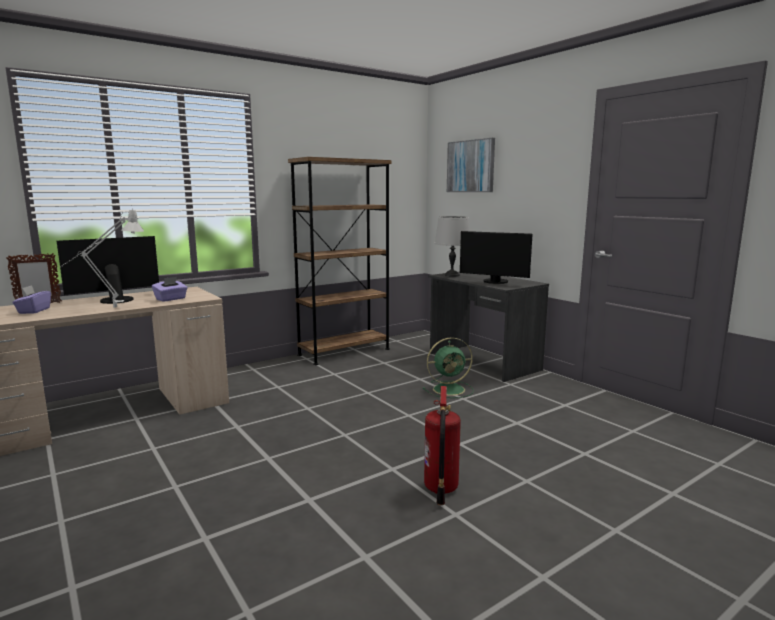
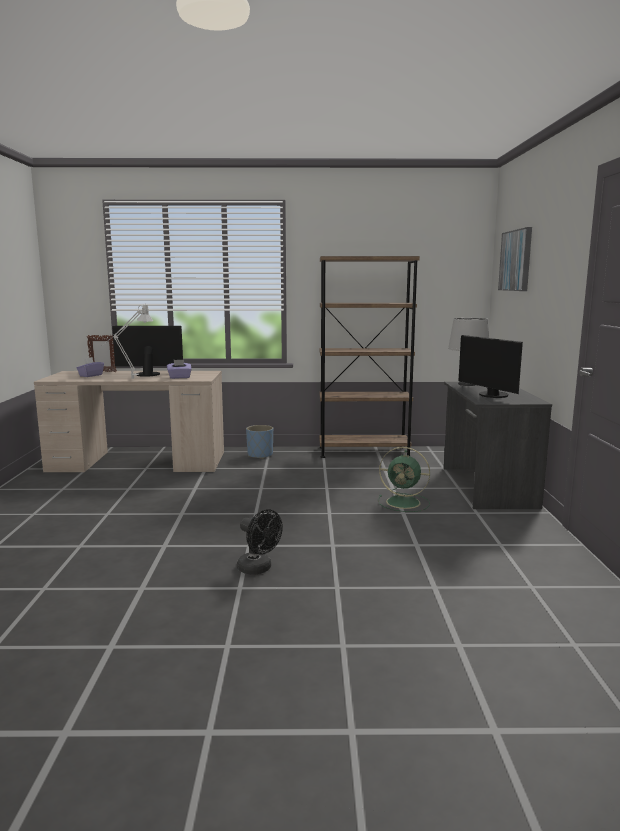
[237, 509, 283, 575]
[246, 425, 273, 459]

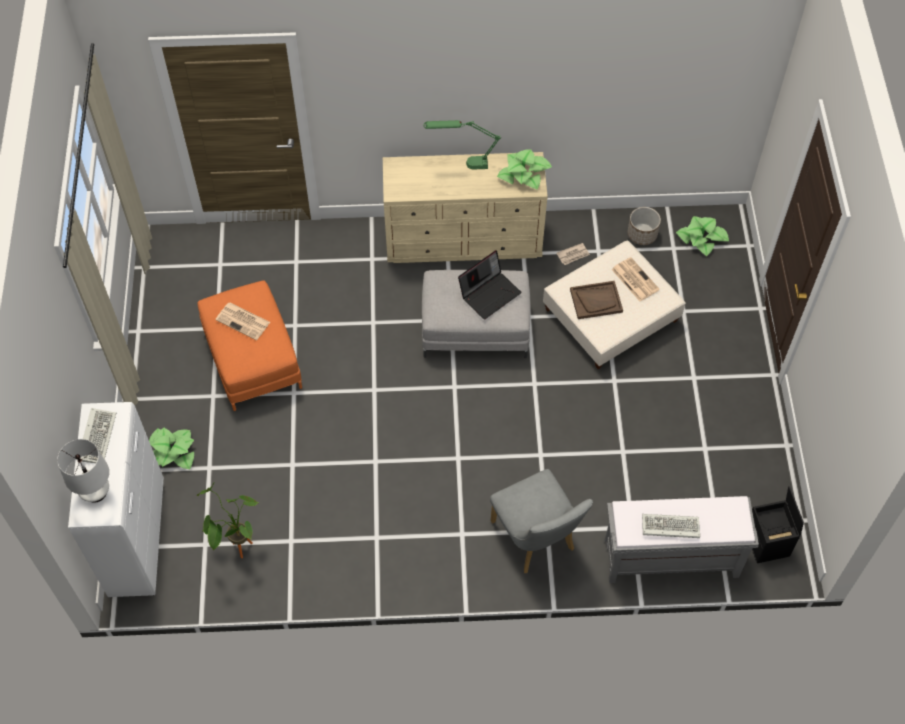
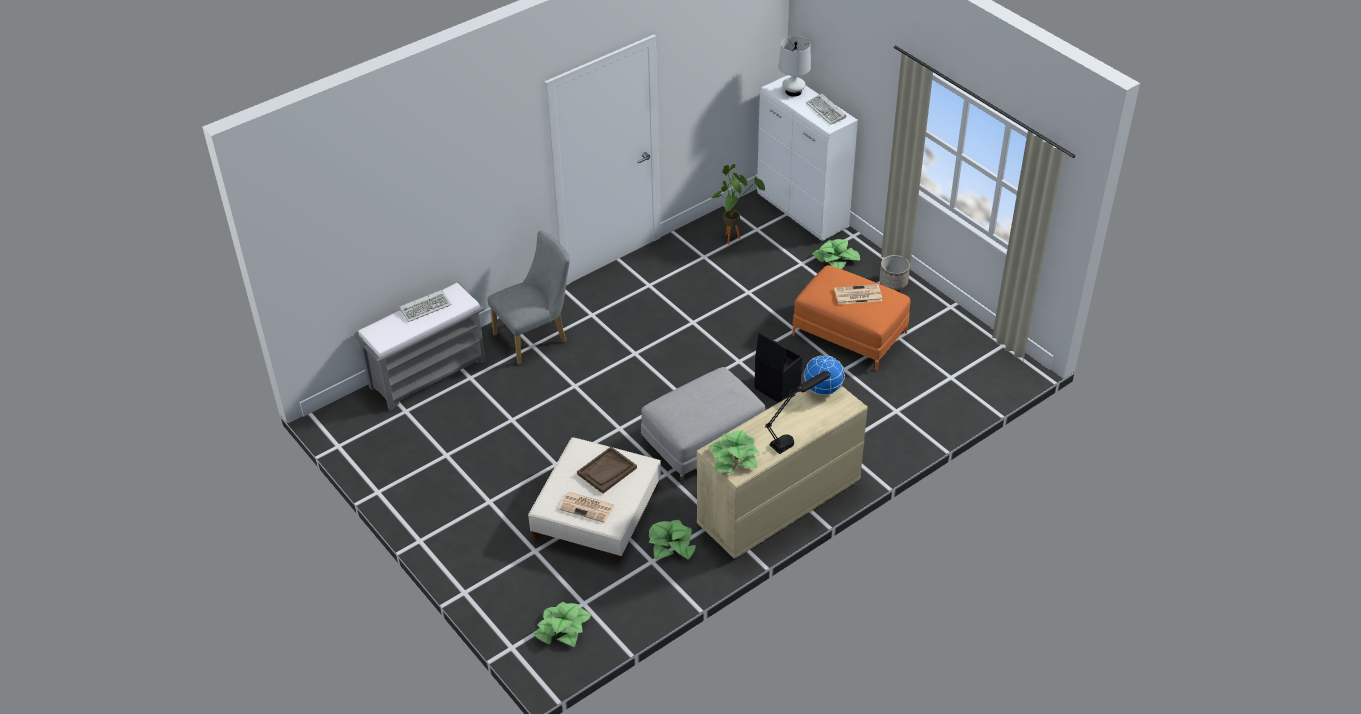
[765, 371, 831, 454]
[879, 255, 910, 290]
[649, 520, 696, 560]
[458, 250, 522, 319] (first image)
[488, 230, 570, 364]
[754, 333, 802, 403]
[804, 355, 845, 395]

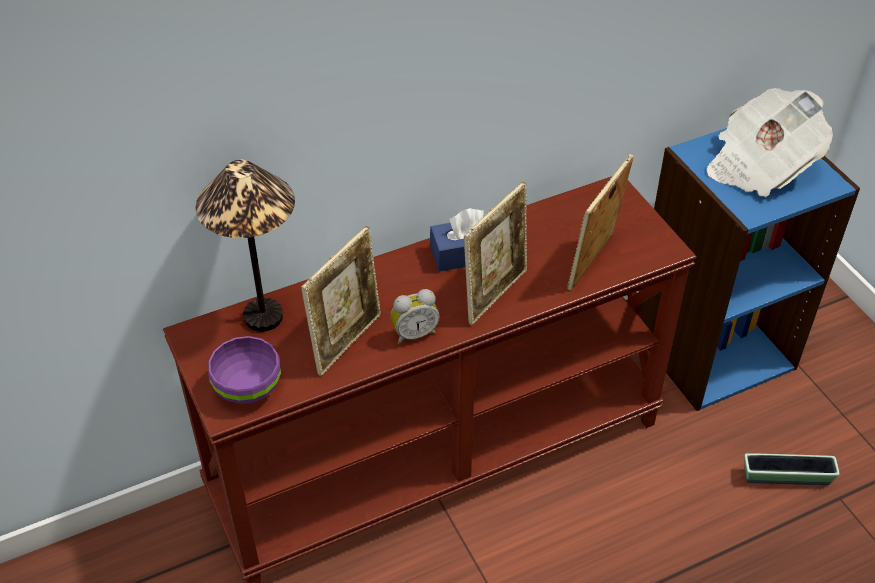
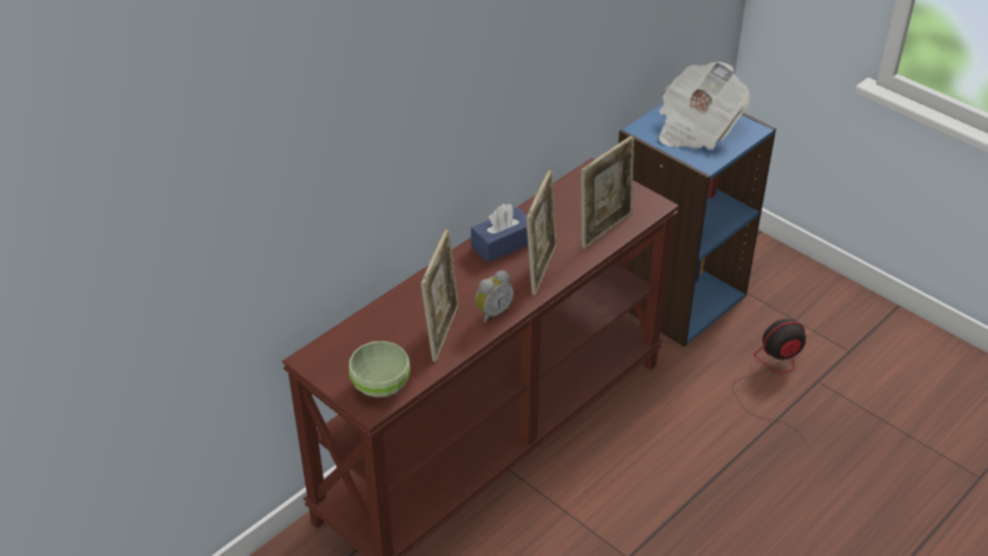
[581, 136, 634, 249]
[196, 160, 295, 332] (first image)
[349, 341, 410, 398]
[732, 319, 806, 443]

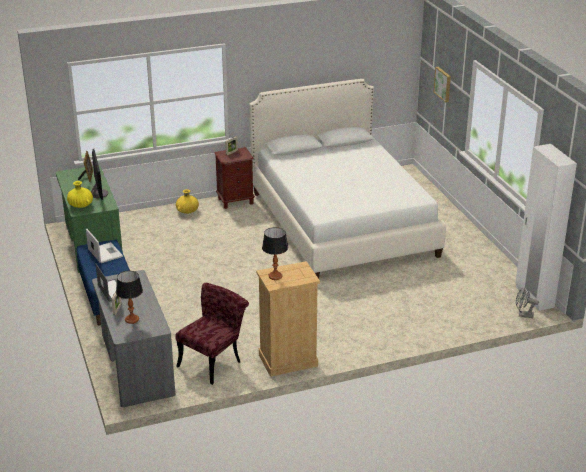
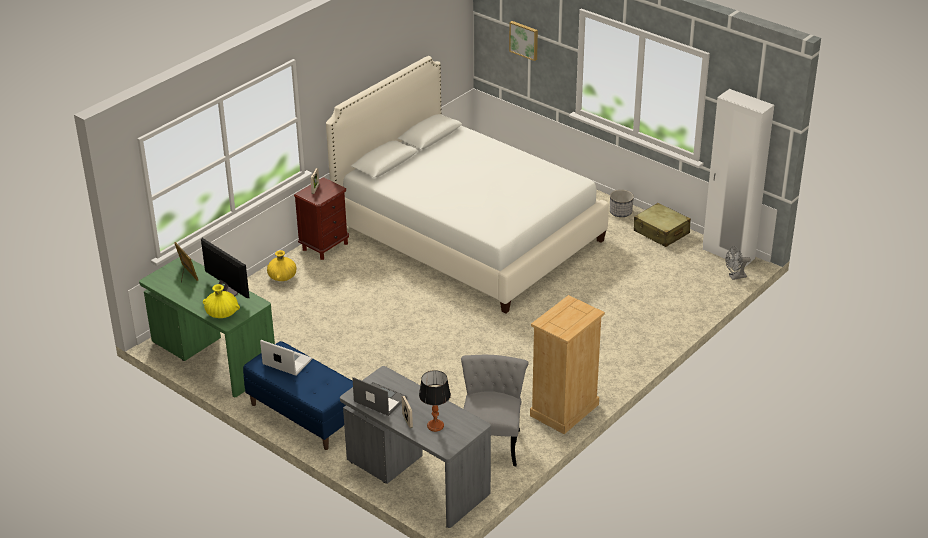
[262, 227, 288, 280] (first image)
[461, 355, 529, 466]
[610, 190, 634, 217]
[634, 203, 691, 247]

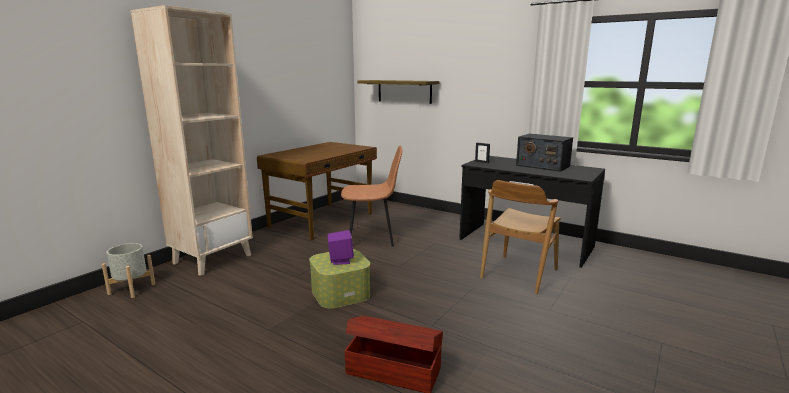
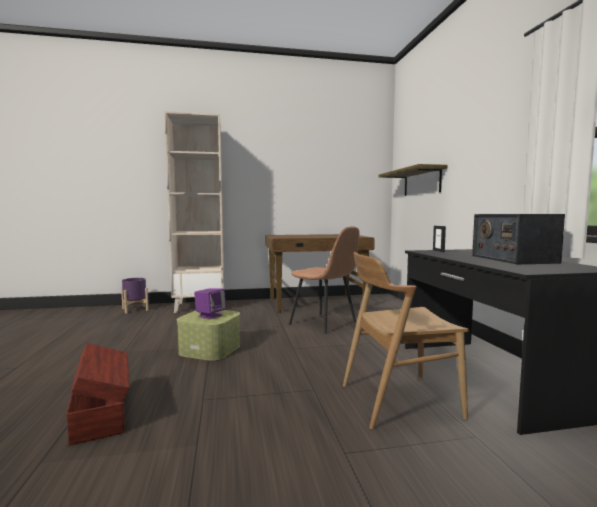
[121, 278, 149, 314]

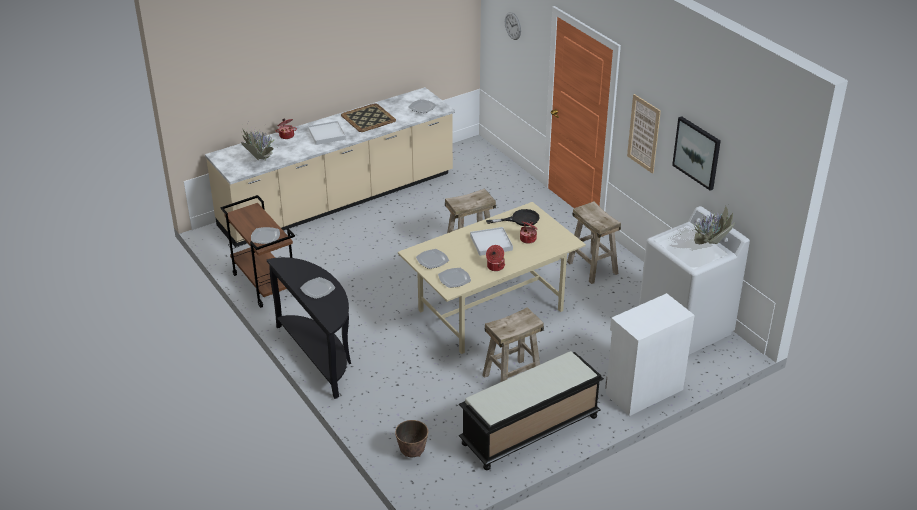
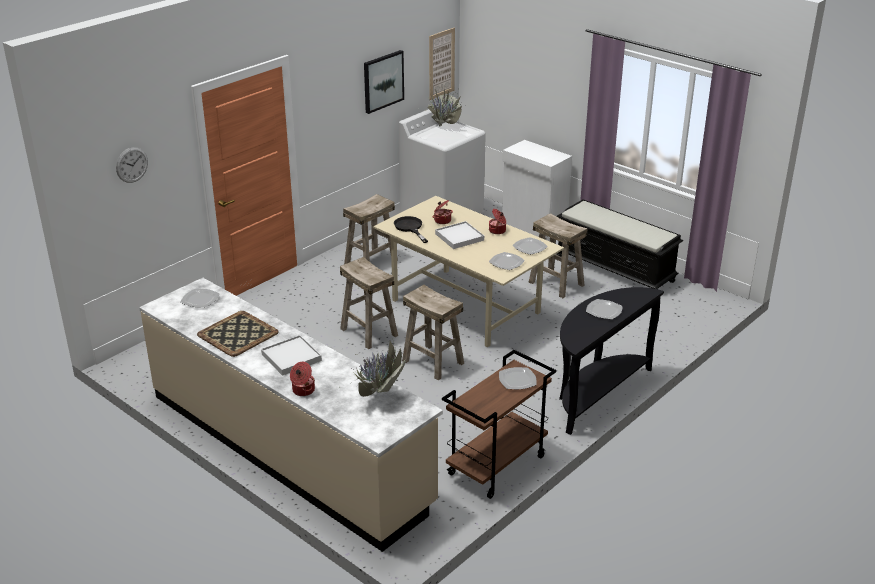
[429, 28, 455, 100]
[395, 420, 428, 457] (first image)
[402, 285, 464, 381]

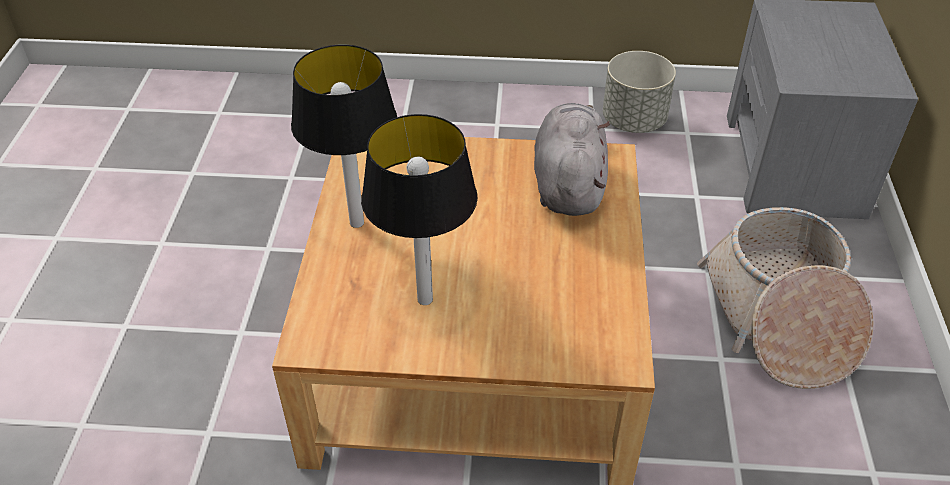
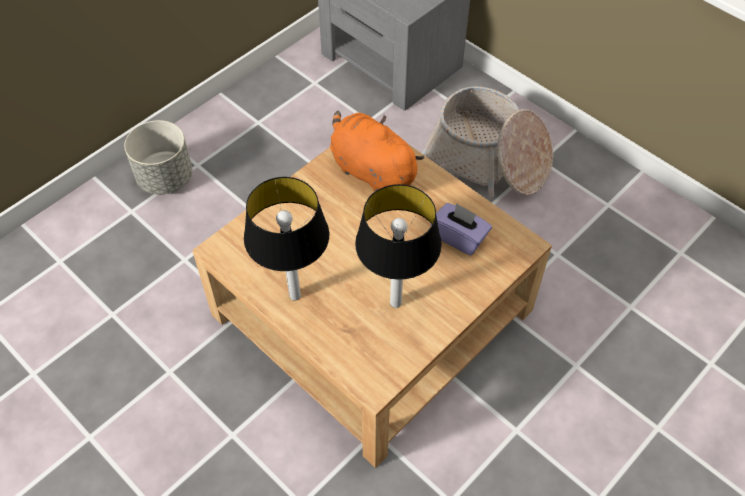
[124, 120, 192, 195]
[330, 111, 424, 192]
[431, 203, 492, 255]

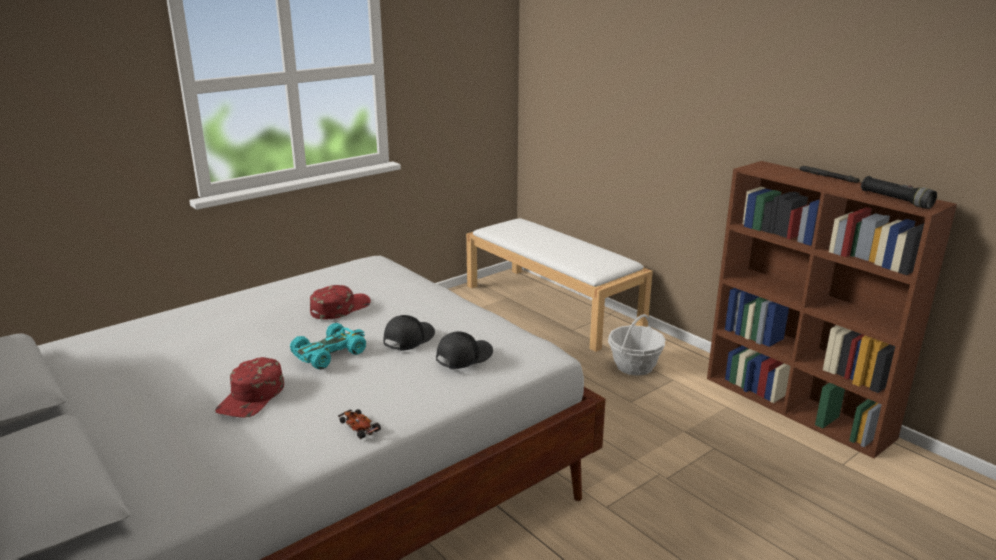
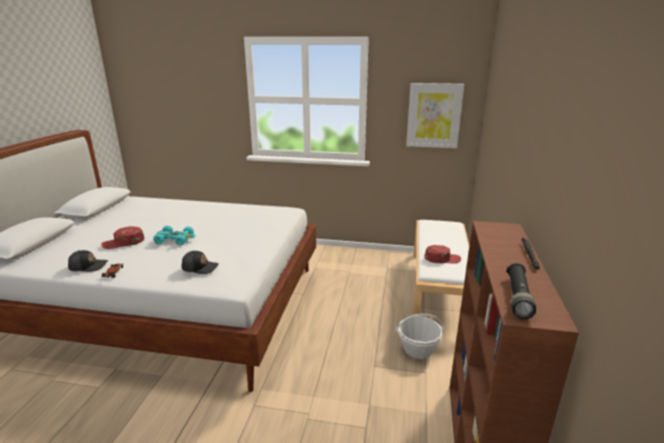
[425, 245, 461, 264]
[68, 250, 108, 272]
[406, 83, 464, 148]

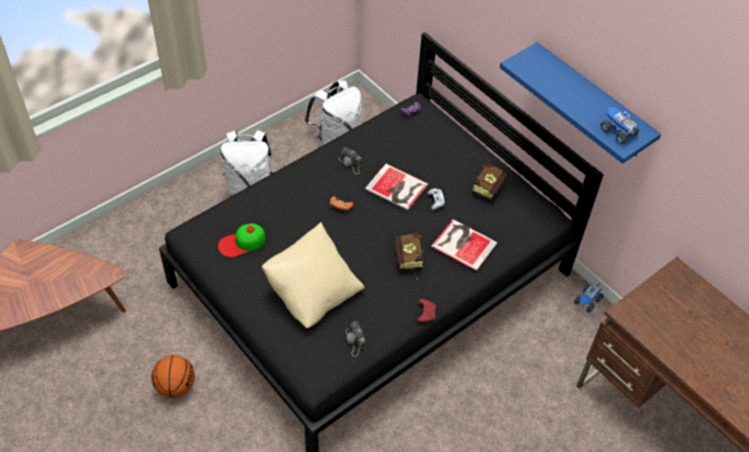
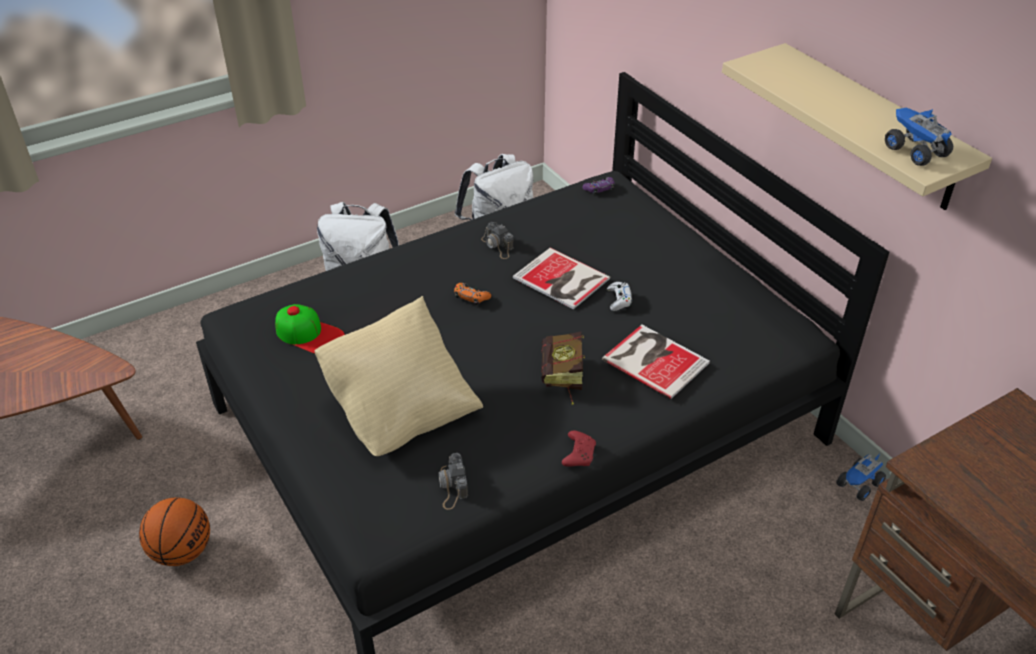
[722, 43, 992, 210]
[472, 162, 508, 200] (first image)
[275, 304, 345, 354]

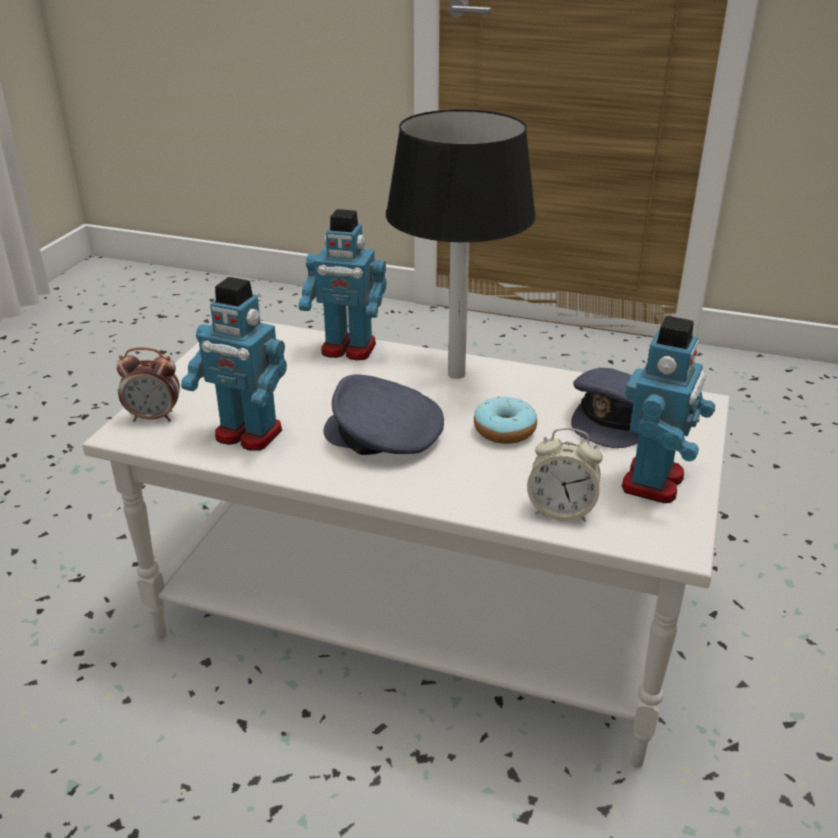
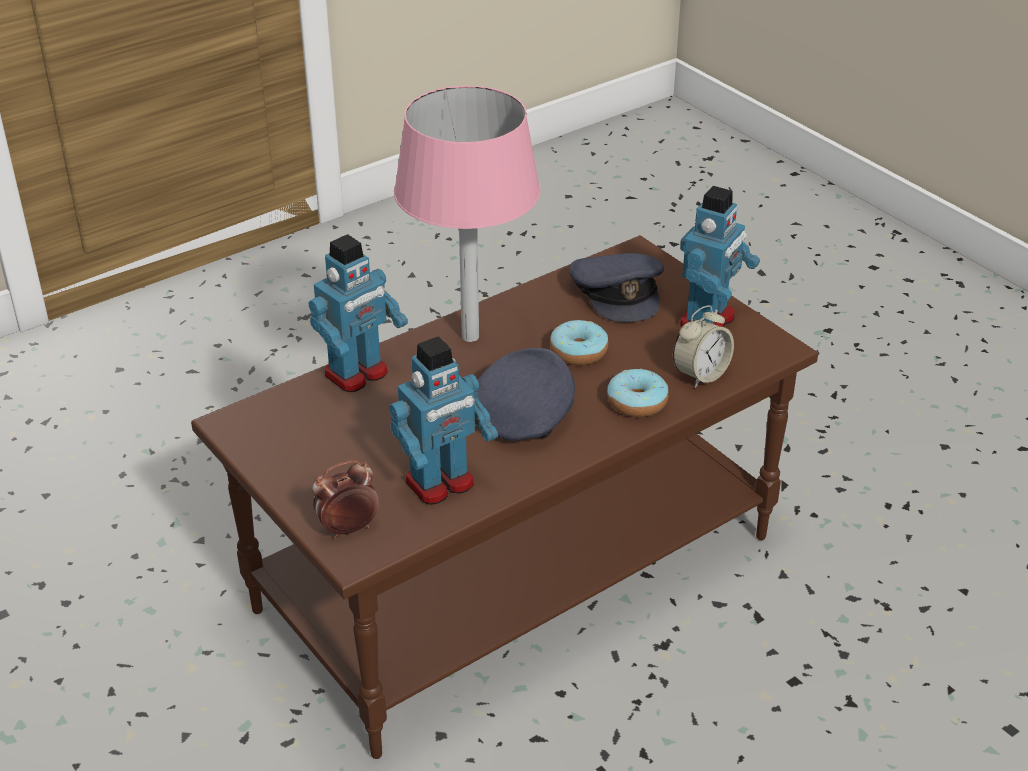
[394, 86, 541, 342]
[680, 186, 760, 328]
[191, 235, 818, 759]
[312, 460, 379, 539]
[477, 348, 575, 441]
[607, 369, 669, 417]

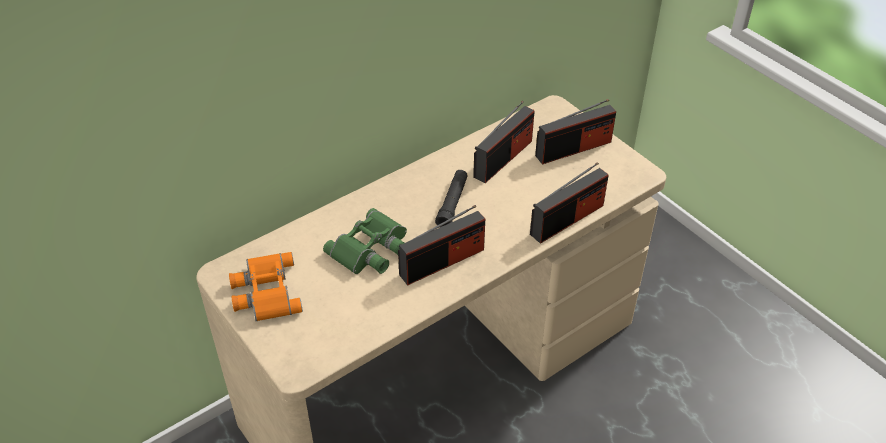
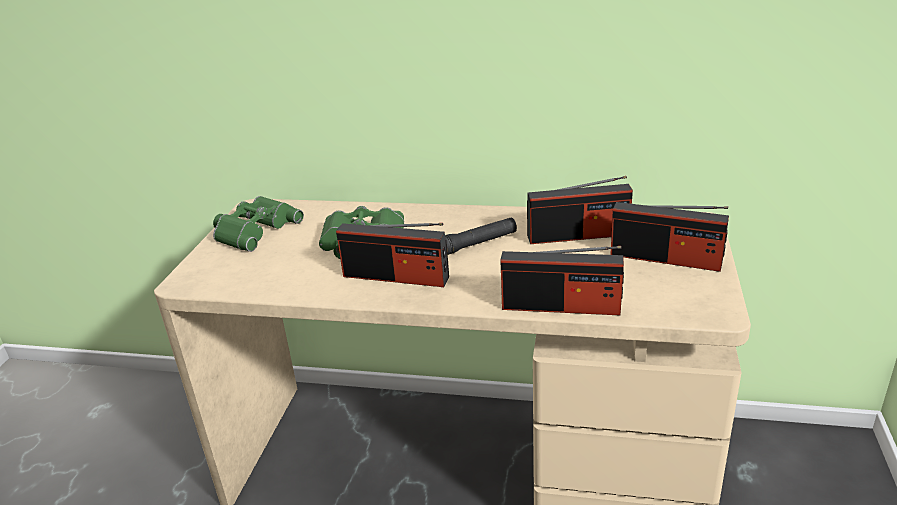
[213, 196, 304, 252]

